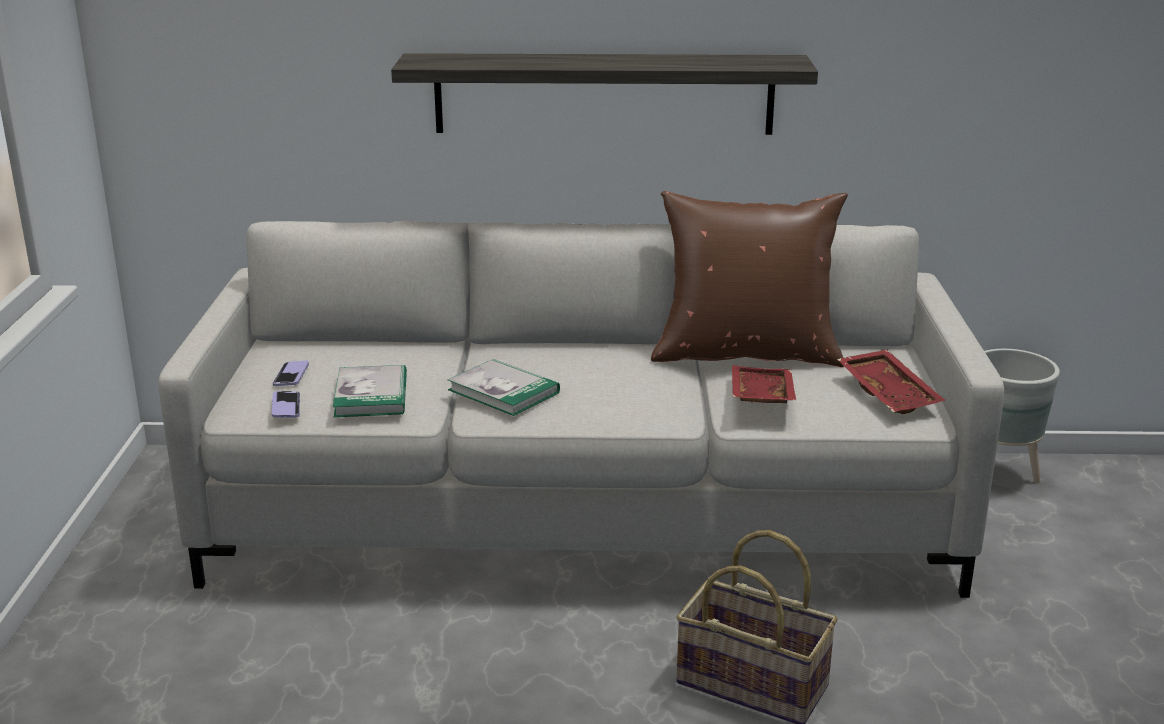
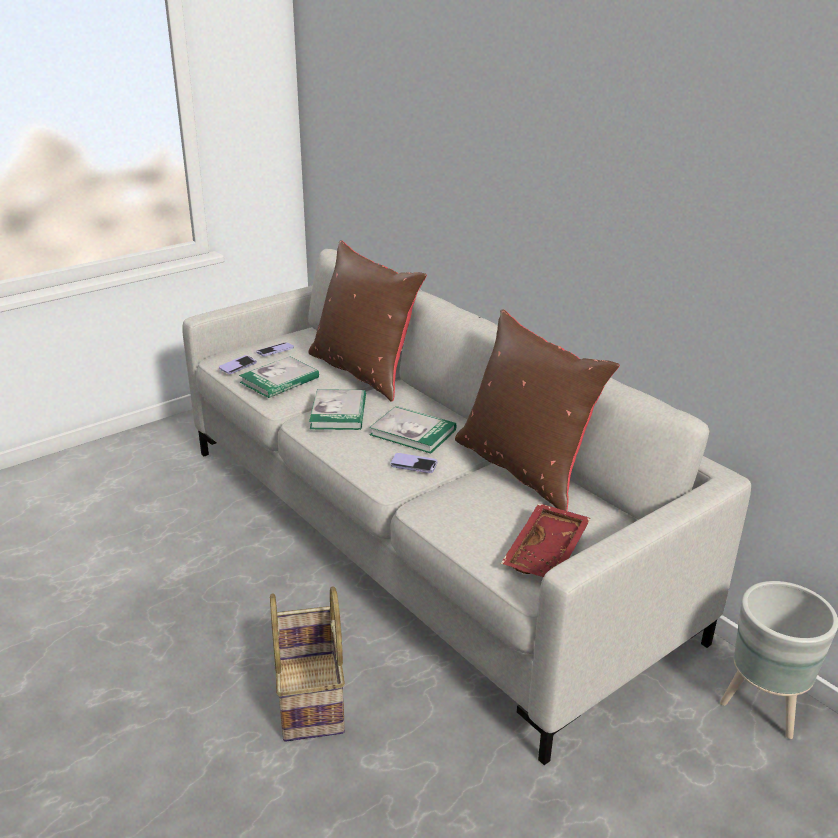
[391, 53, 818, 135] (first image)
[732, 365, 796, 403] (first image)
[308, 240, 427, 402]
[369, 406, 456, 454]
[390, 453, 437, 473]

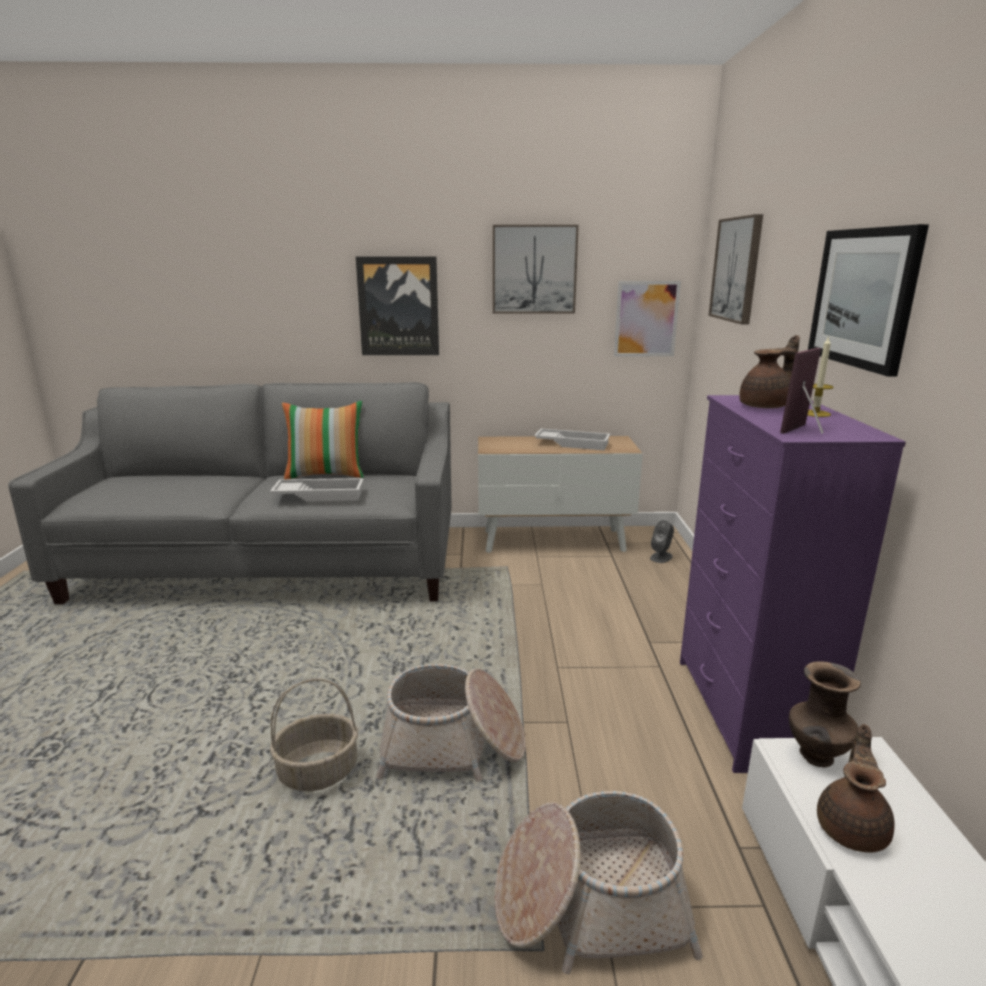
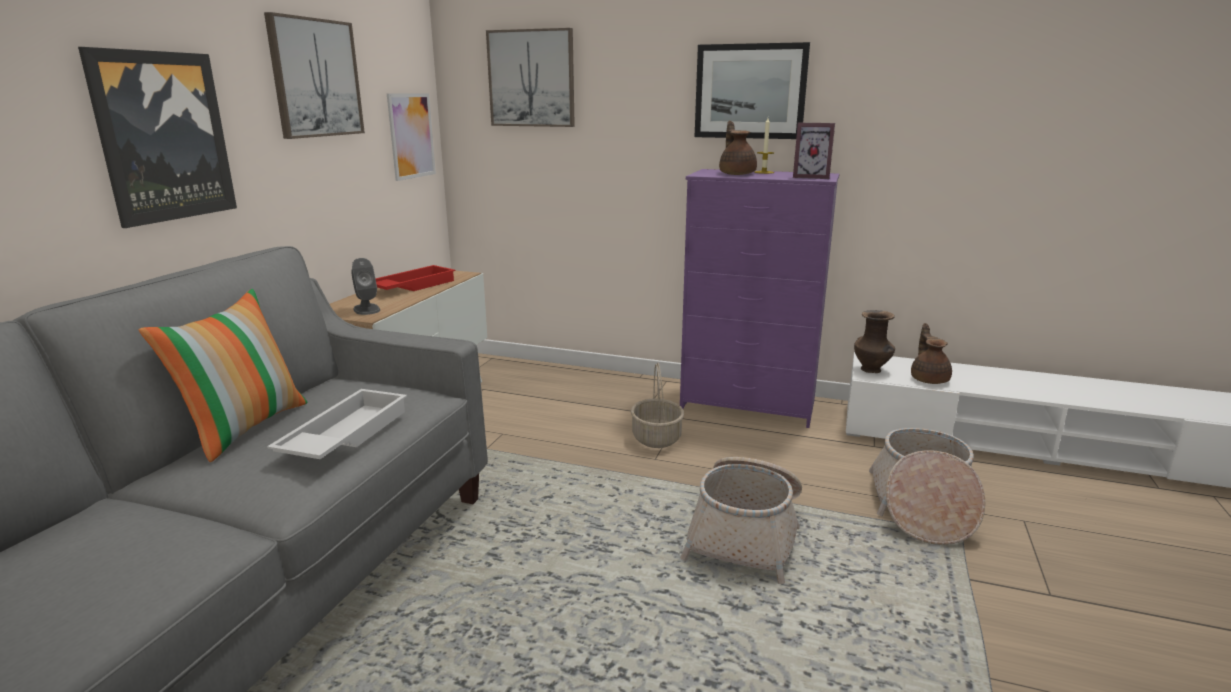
[793, 123, 835, 179]
[375, 265, 456, 291]
[352, 258, 380, 315]
[631, 363, 684, 448]
[911, 323, 952, 384]

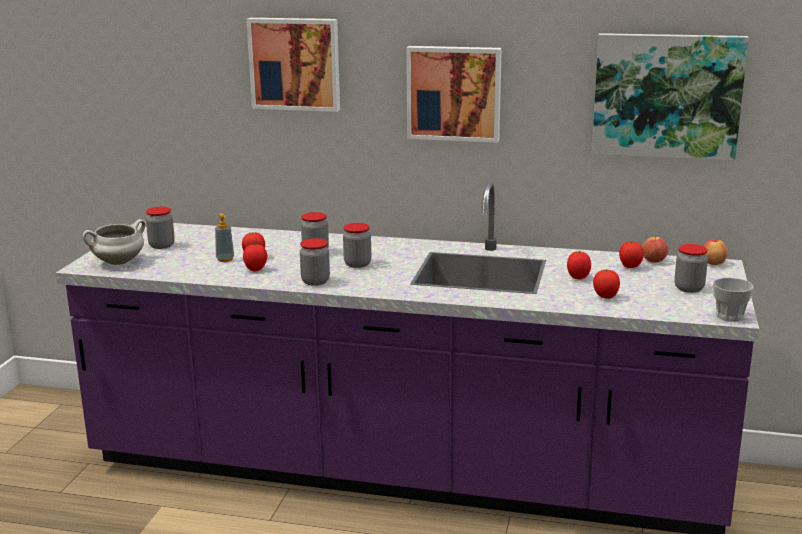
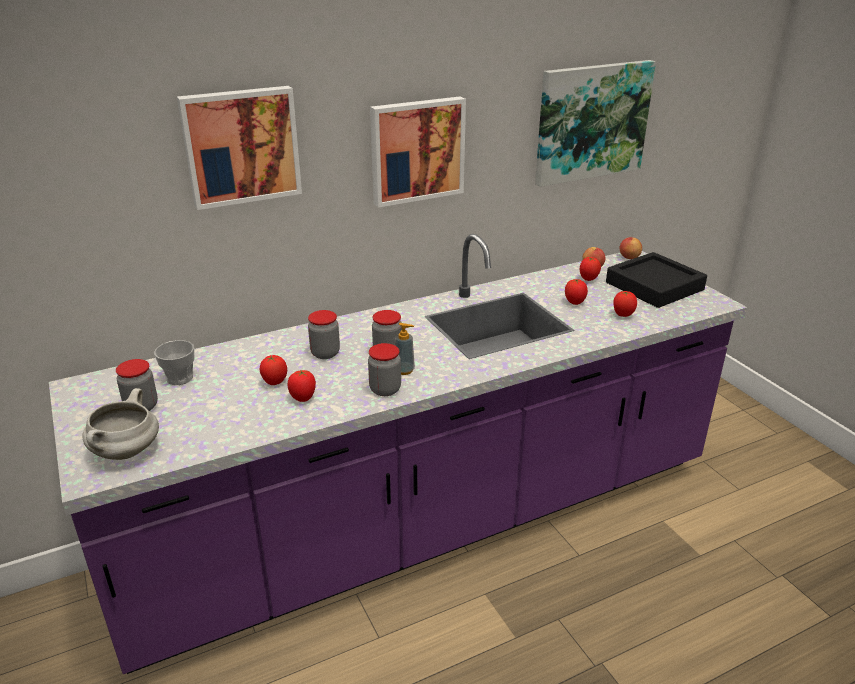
[395, 323, 415, 375]
[606, 252, 707, 308]
[154, 340, 194, 385]

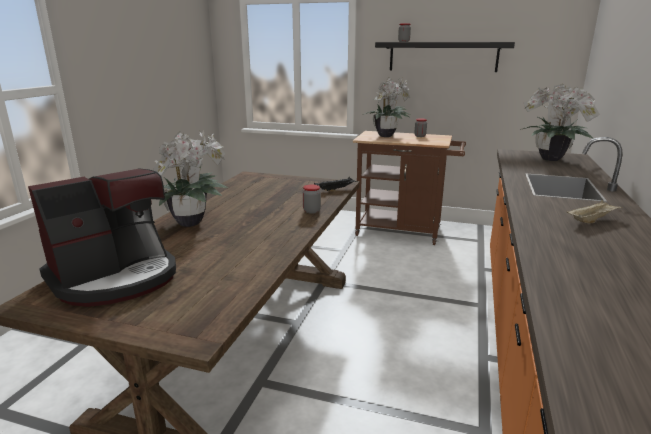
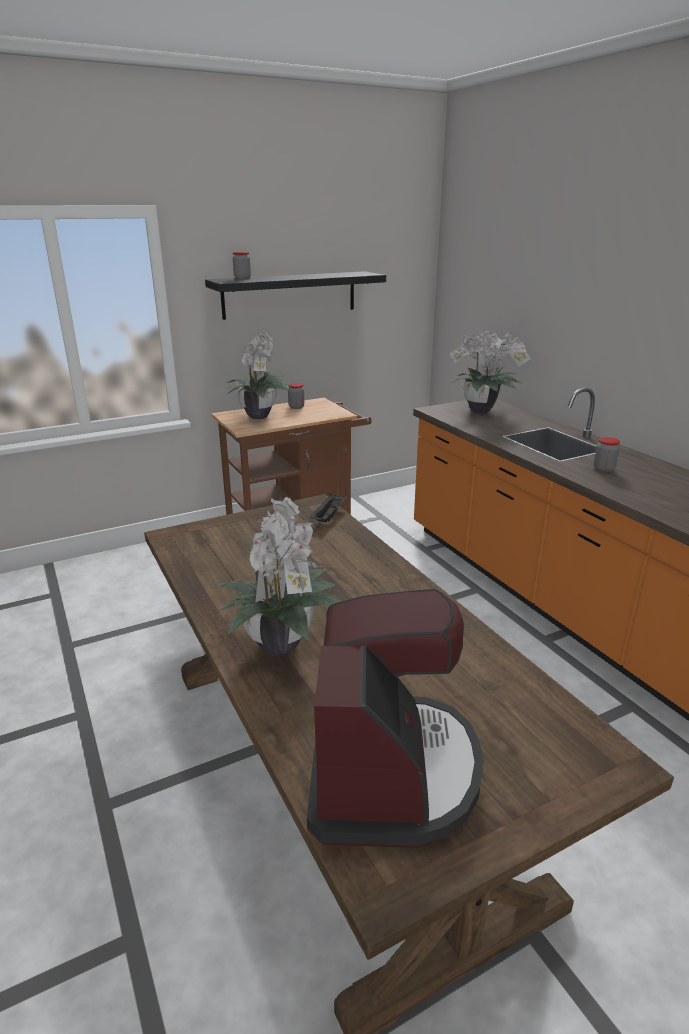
[594, 437, 620, 472]
[566, 200, 623, 223] (first image)

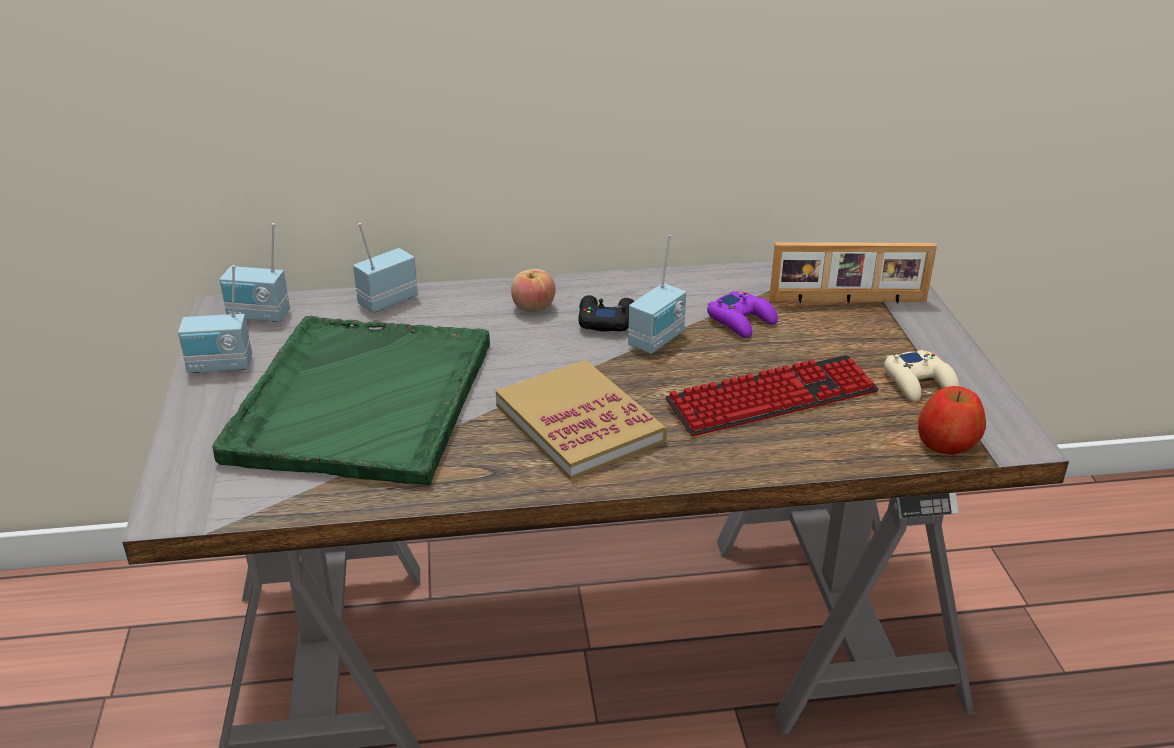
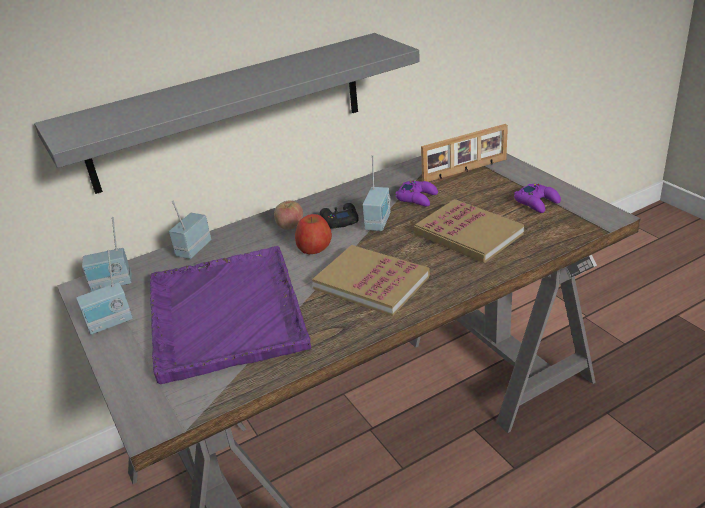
[150, 246, 311, 384]
[514, 184, 561, 213]
[414, 199, 524, 263]
[295, 214, 332, 254]
[34, 33, 420, 194]

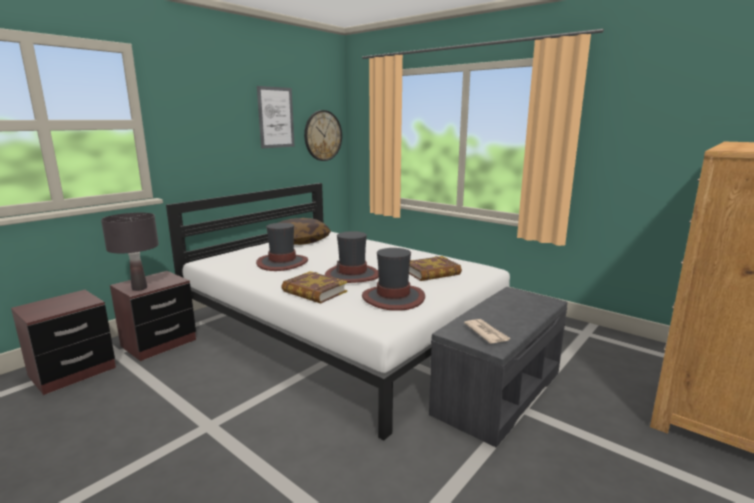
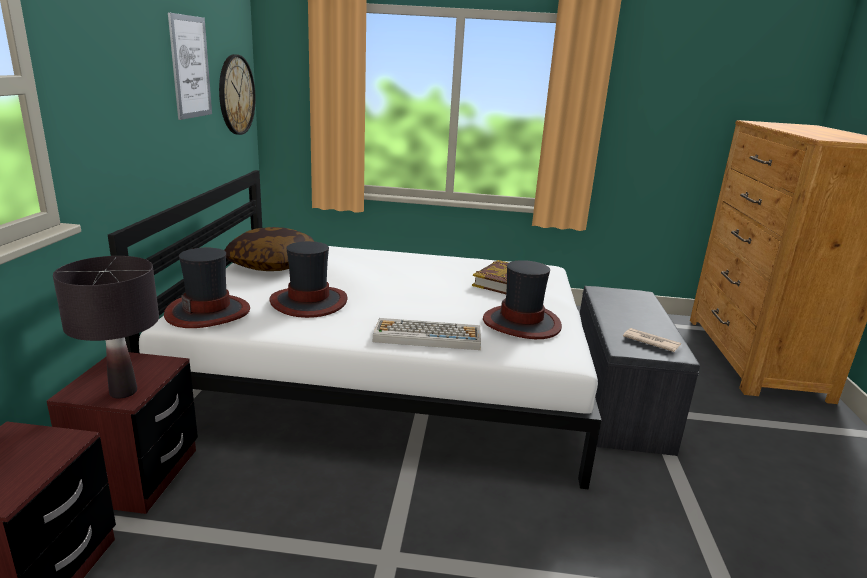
[164, 248, 250, 328]
[373, 318, 481, 350]

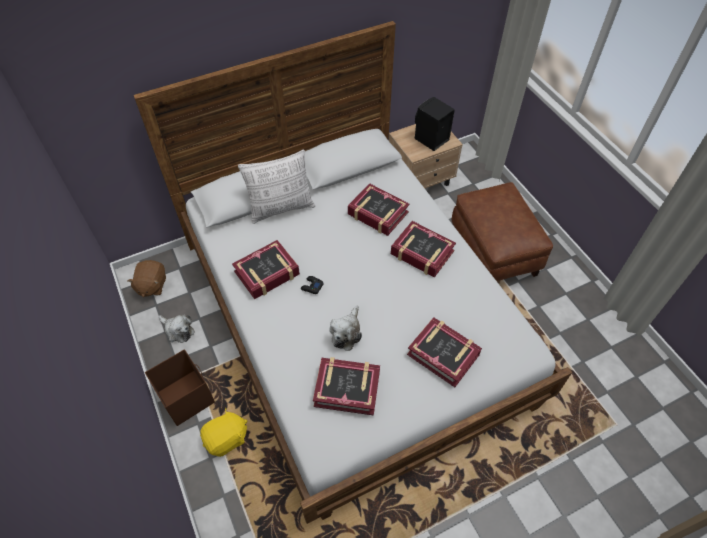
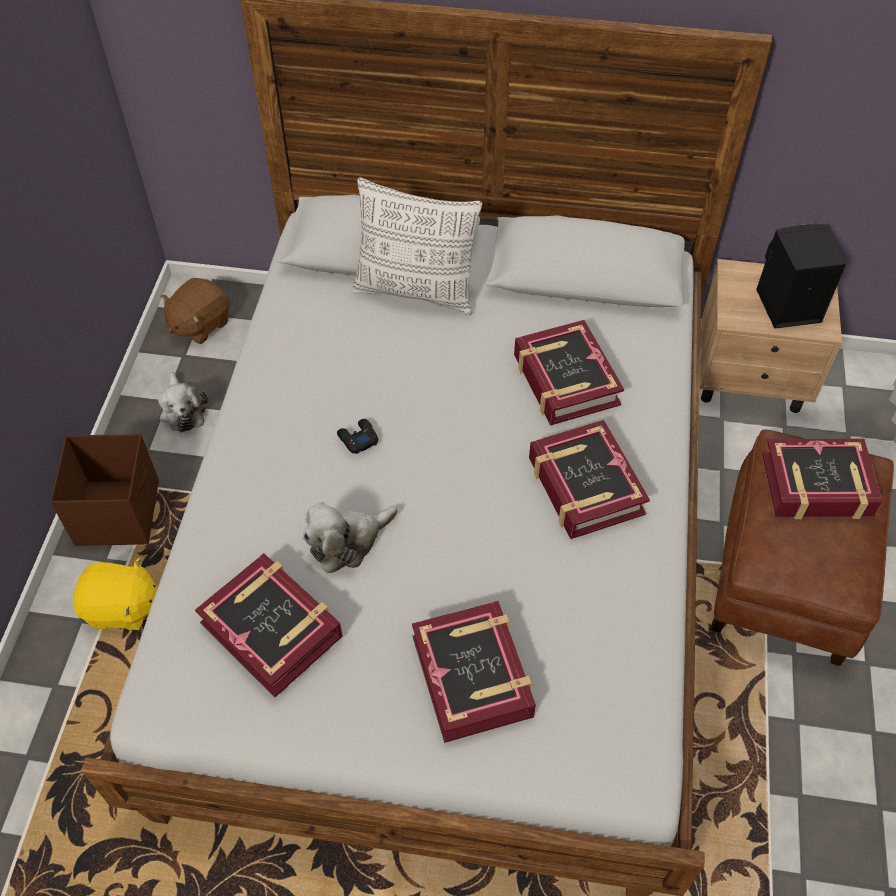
[762, 439, 883, 519]

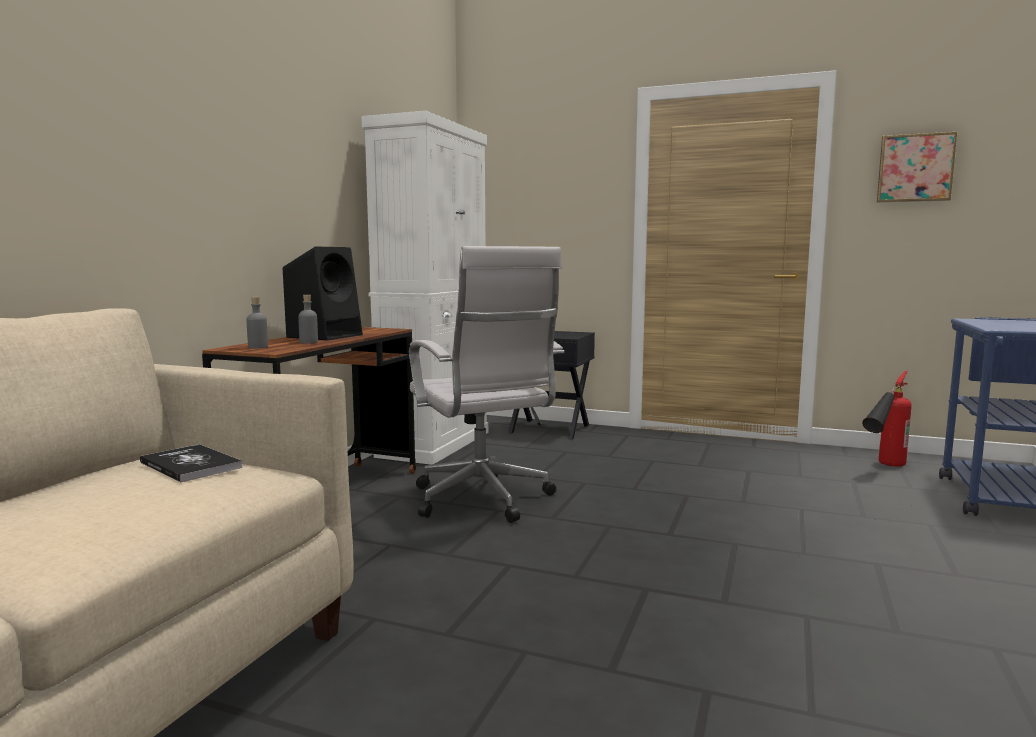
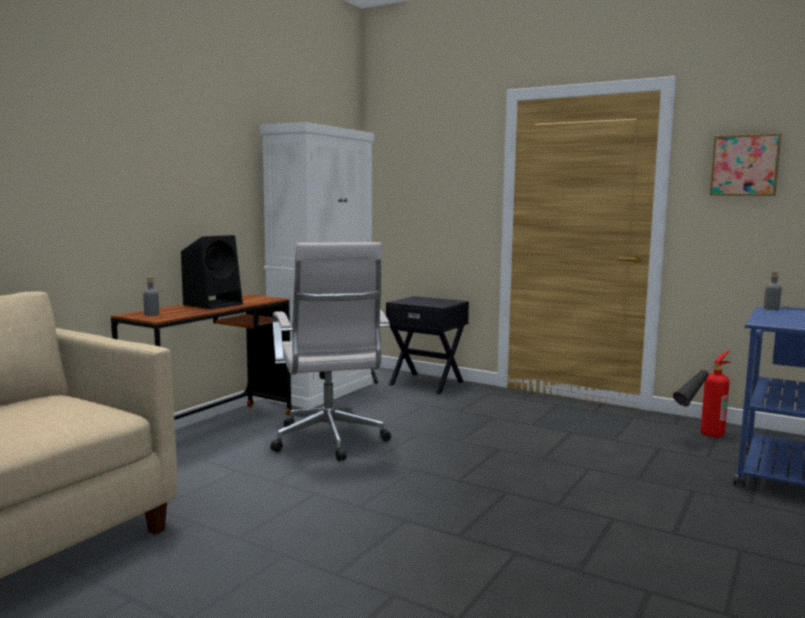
[763, 271, 782, 310]
[140, 444, 242, 482] (first image)

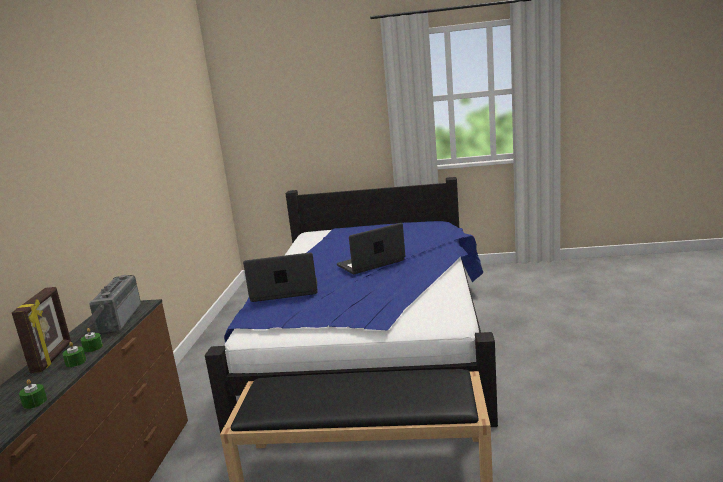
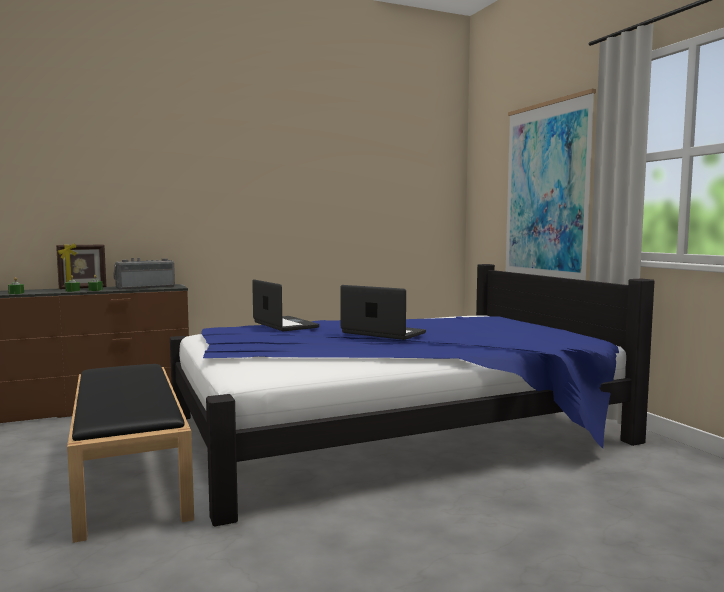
[506, 89, 596, 280]

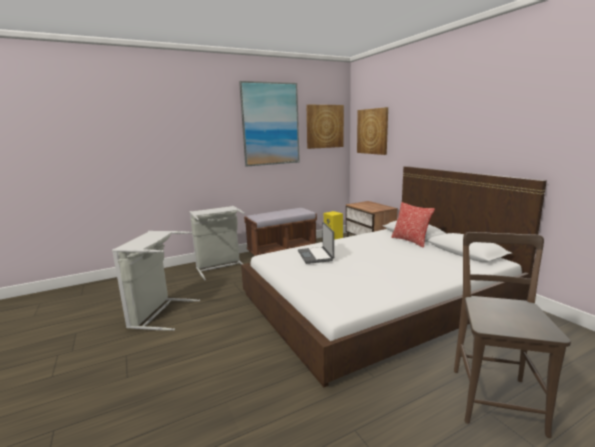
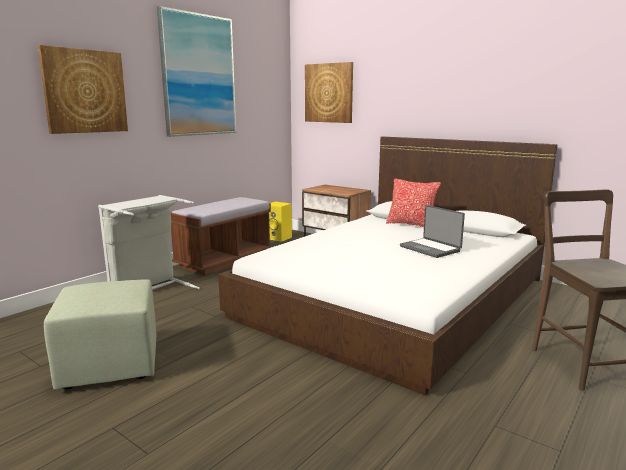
[38, 45, 128, 134]
[400, 205, 465, 258]
[44, 279, 157, 390]

